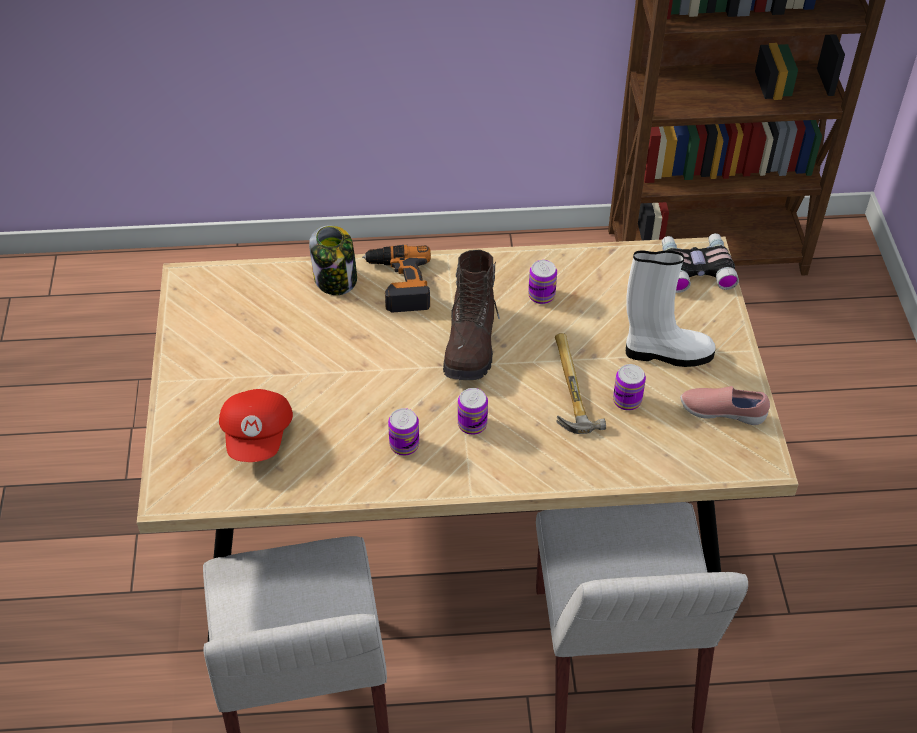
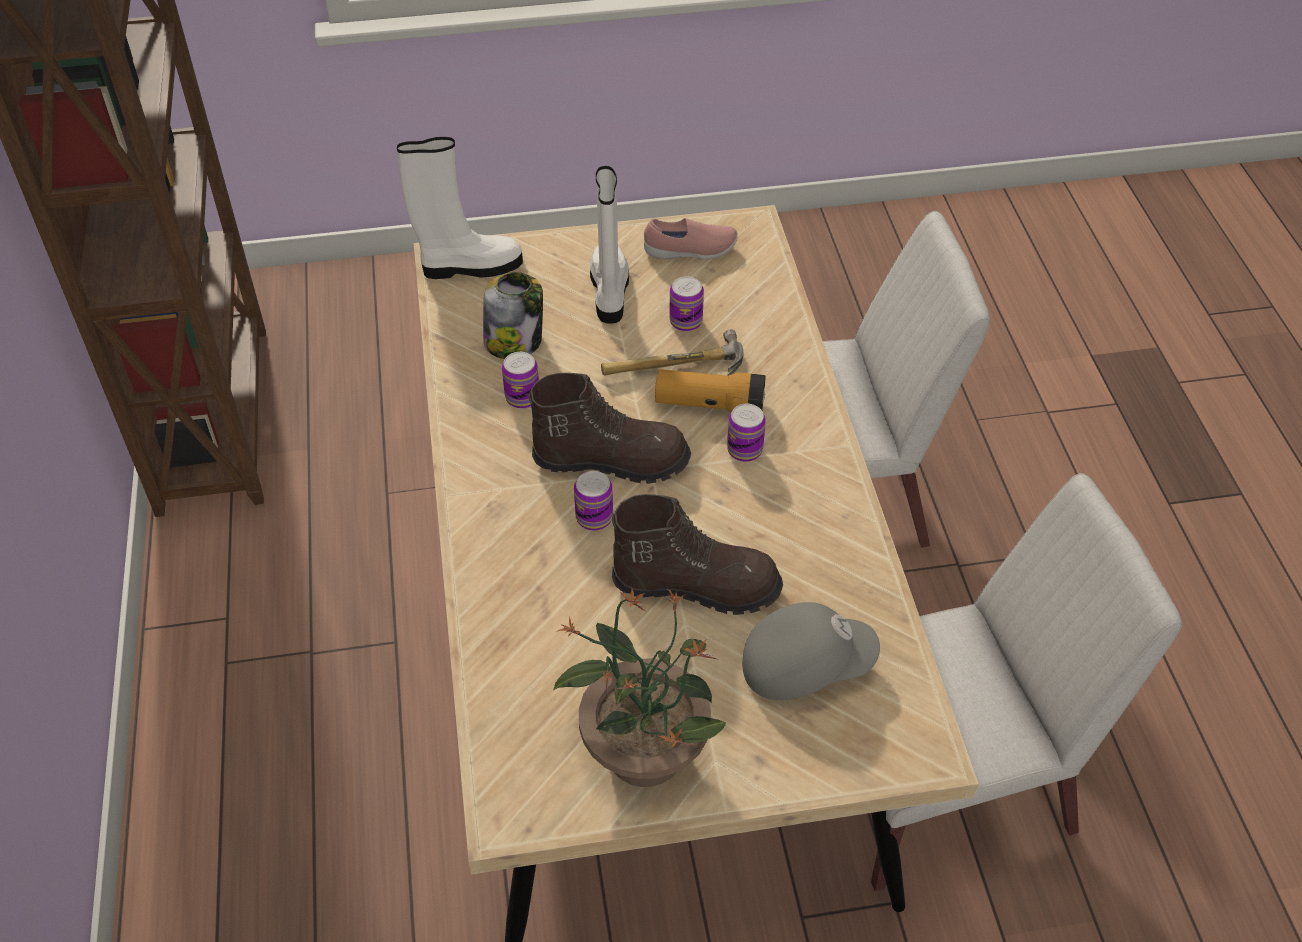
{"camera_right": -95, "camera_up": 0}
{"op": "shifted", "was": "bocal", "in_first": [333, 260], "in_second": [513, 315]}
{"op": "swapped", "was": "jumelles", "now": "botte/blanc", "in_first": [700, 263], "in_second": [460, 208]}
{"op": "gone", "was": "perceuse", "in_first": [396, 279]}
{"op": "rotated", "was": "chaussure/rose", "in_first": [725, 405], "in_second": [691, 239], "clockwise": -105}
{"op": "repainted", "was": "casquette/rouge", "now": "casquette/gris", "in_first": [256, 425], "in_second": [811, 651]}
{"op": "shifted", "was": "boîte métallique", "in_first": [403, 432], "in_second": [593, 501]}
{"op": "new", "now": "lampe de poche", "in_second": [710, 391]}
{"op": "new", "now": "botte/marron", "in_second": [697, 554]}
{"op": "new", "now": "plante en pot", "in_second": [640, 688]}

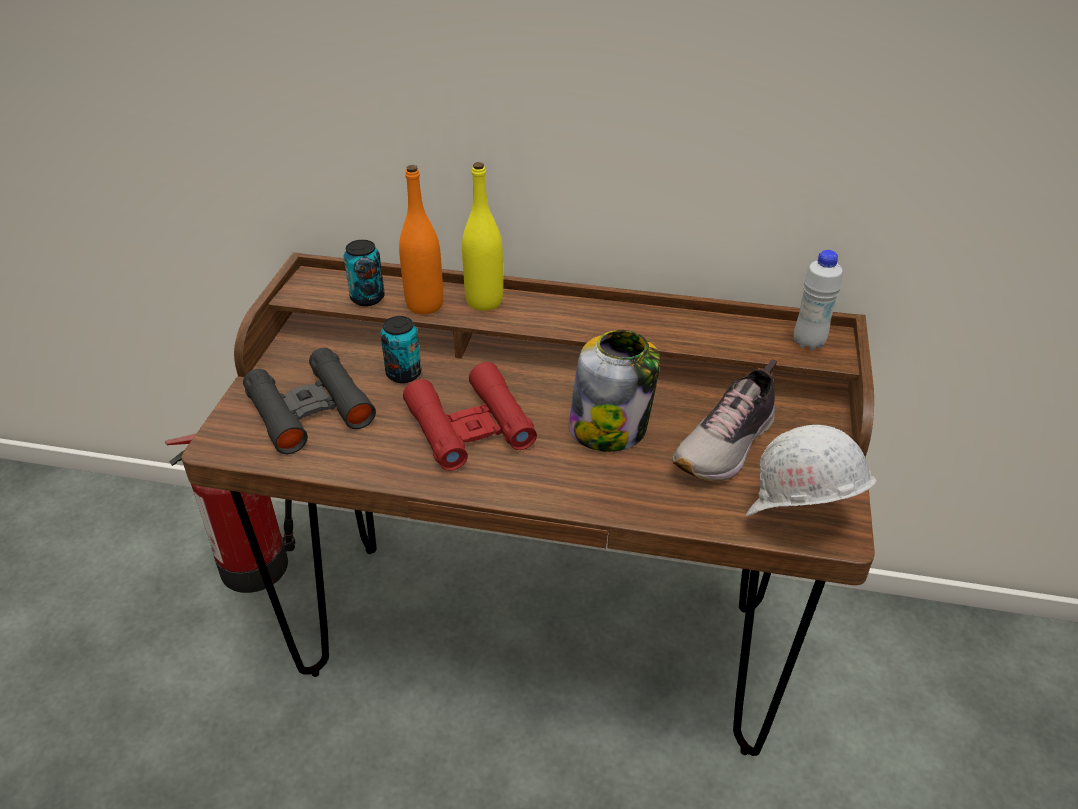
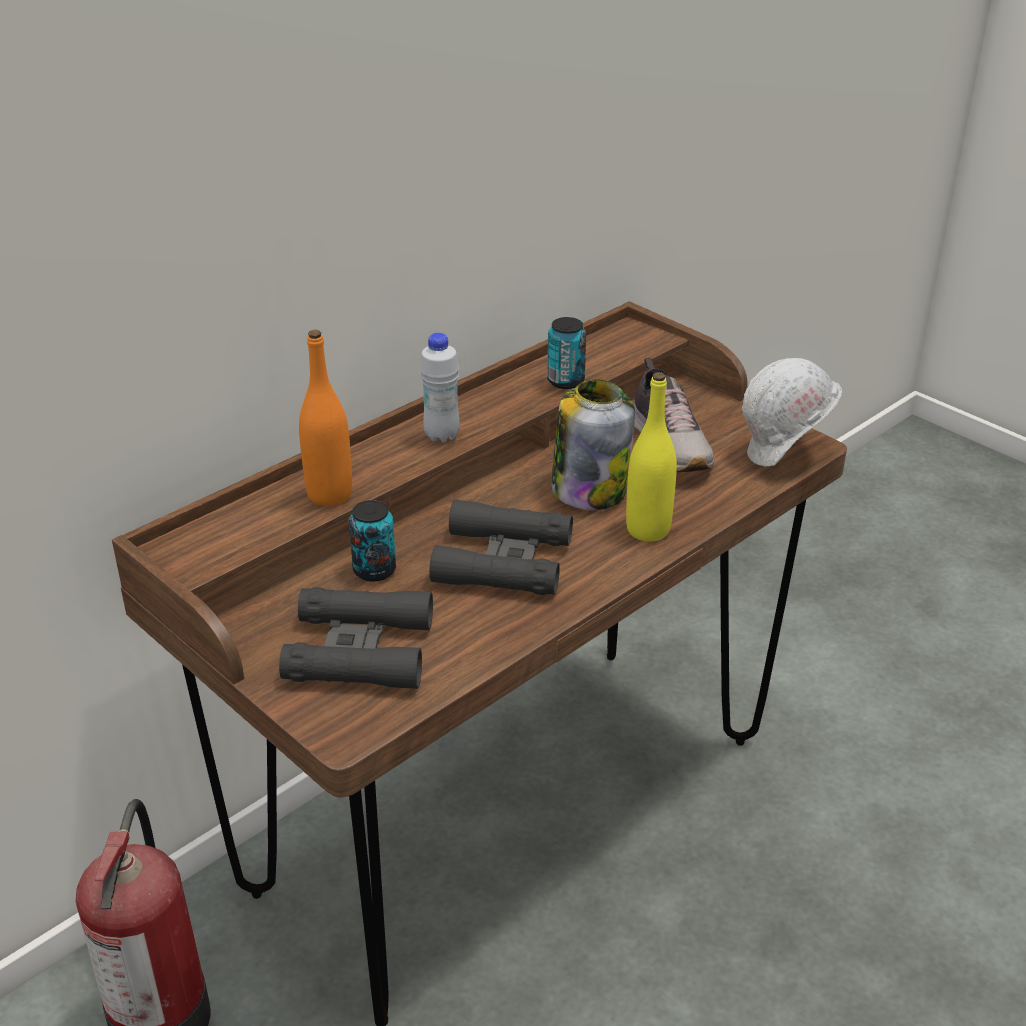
{"camera_right": -55, "camera_up": -5}
{"op": "shifted", "was": "bouteille/jaune", "in_first": [482, 236], "in_second": [651, 457]}
{"op": "shifted", "was": "boîte métallique", "in_first": [364, 273], "in_second": [566, 353]}
{"op": "shifted", "was": "bouteille/blanc", "in_first": [818, 300], "in_second": [440, 387]}
{"op": "repainted", "was": "jumelles/rouge", "now": "jumelles/noir", "in_first": [470, 416], "in_second": [501, 547]}

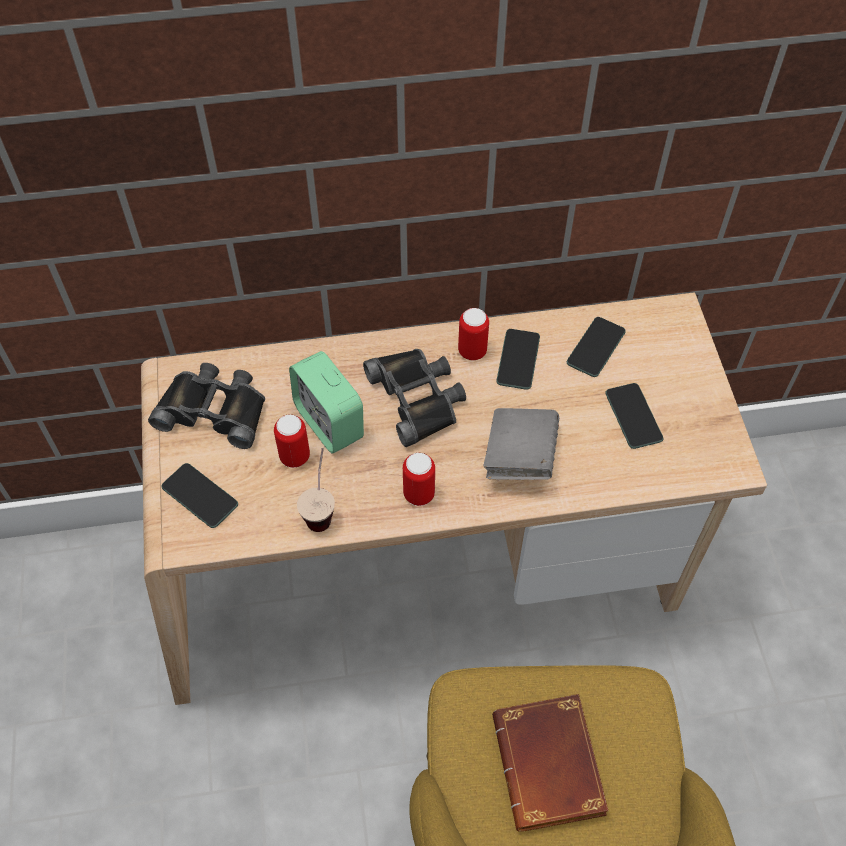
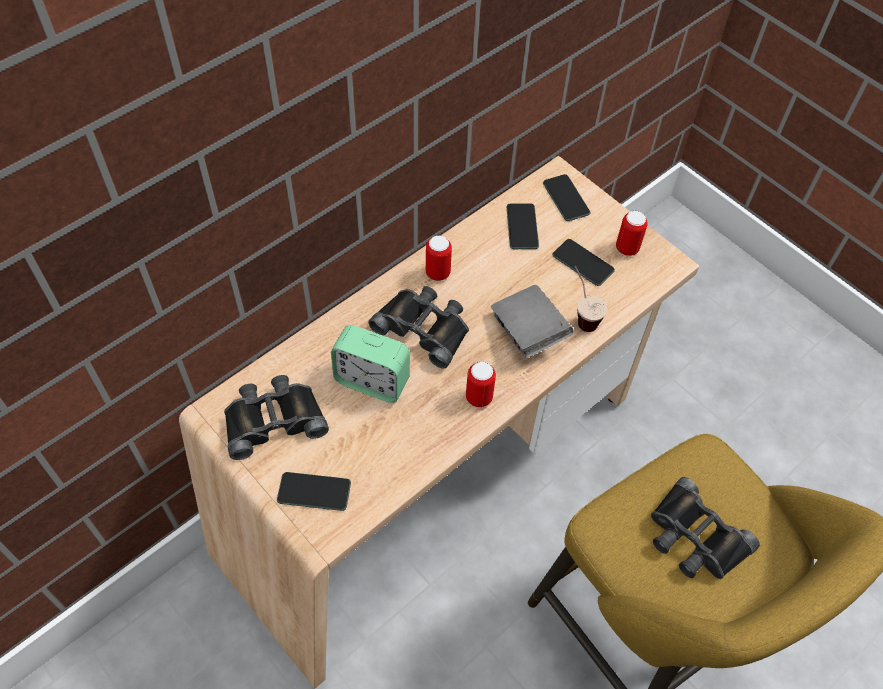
{"camera_right": -35, "camera_up": 0}
{"op": "shifted", "was": "téléphone", "in_first": [518, 359], "in_second": [566, 197]}
{"op": "shifted", "was": "boîte métallique", "in_first": [292, 441], "in_second": [632, 233]}
{"op": "shifted", "was": "tasse", "in_first": [316, 490], "in_second": [591, 299]}
{"op": "swapped", "was": "livre/marron", "now": "jumelles/noir", "in_first": [550, 763], "in_second": [705, 528]}

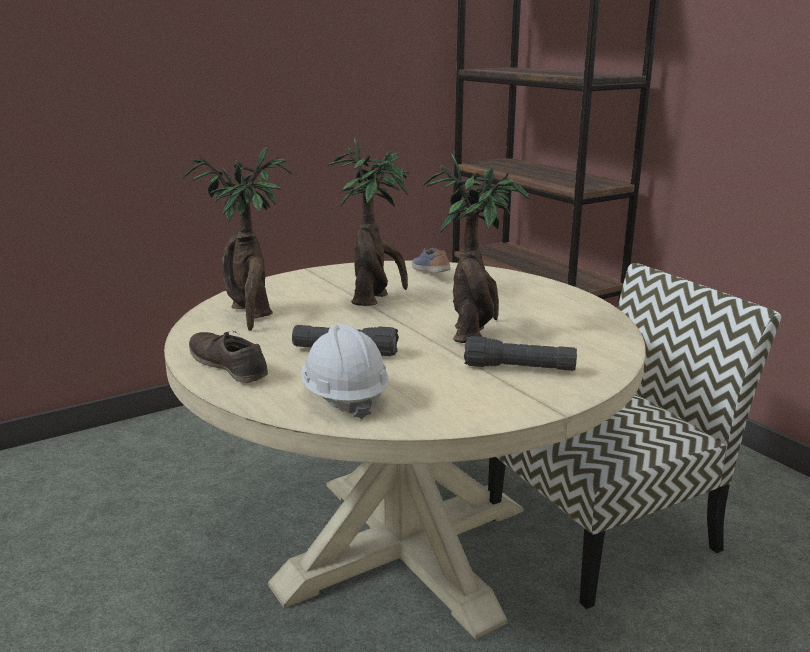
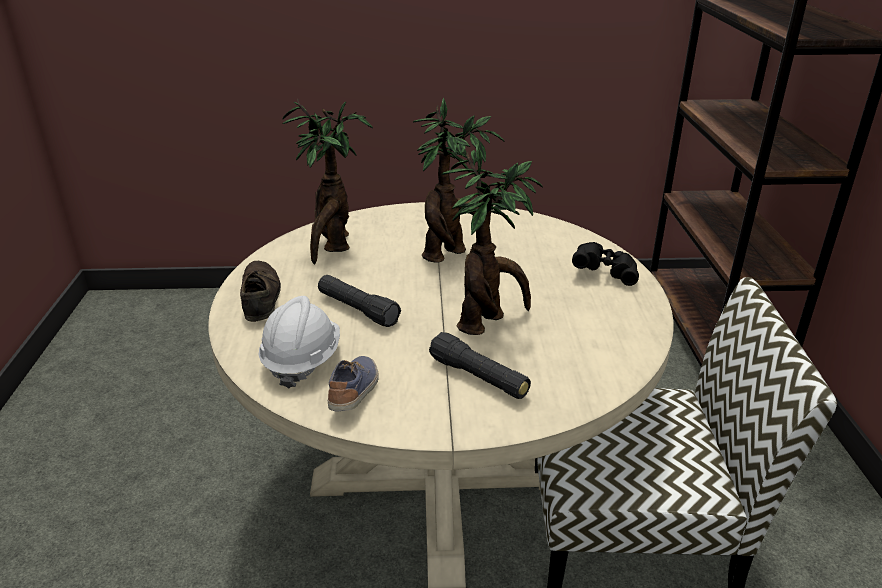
{"camera_right": 30, "camera_up": 10}
{"op": "shifted", "was": "chaussure", "in_first": [431, 260], "in_second": [353, 384]}
{"op": "new", "now": "jumelles/noir", "in_second": [605, 264]}

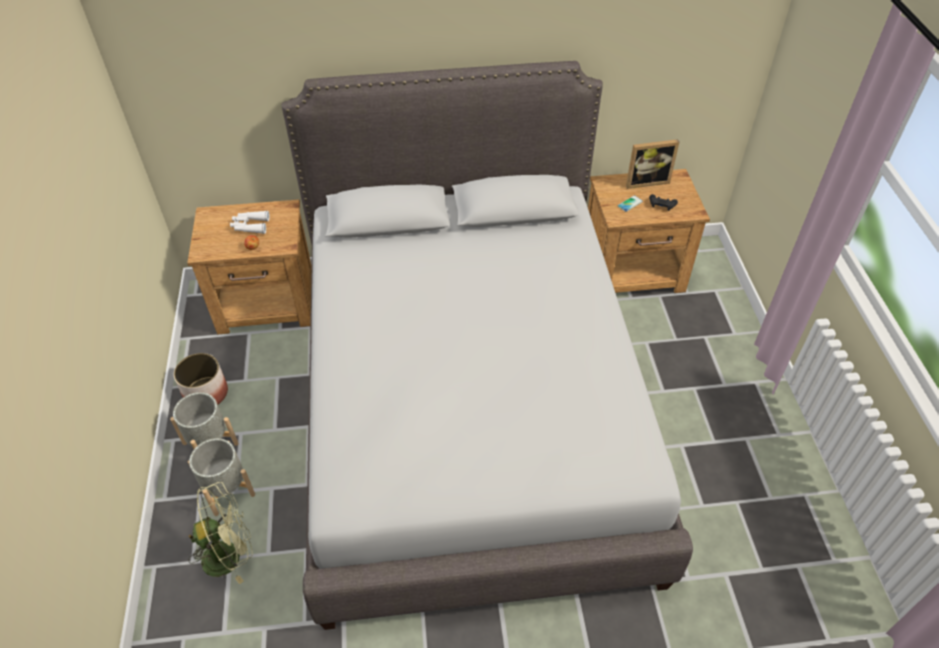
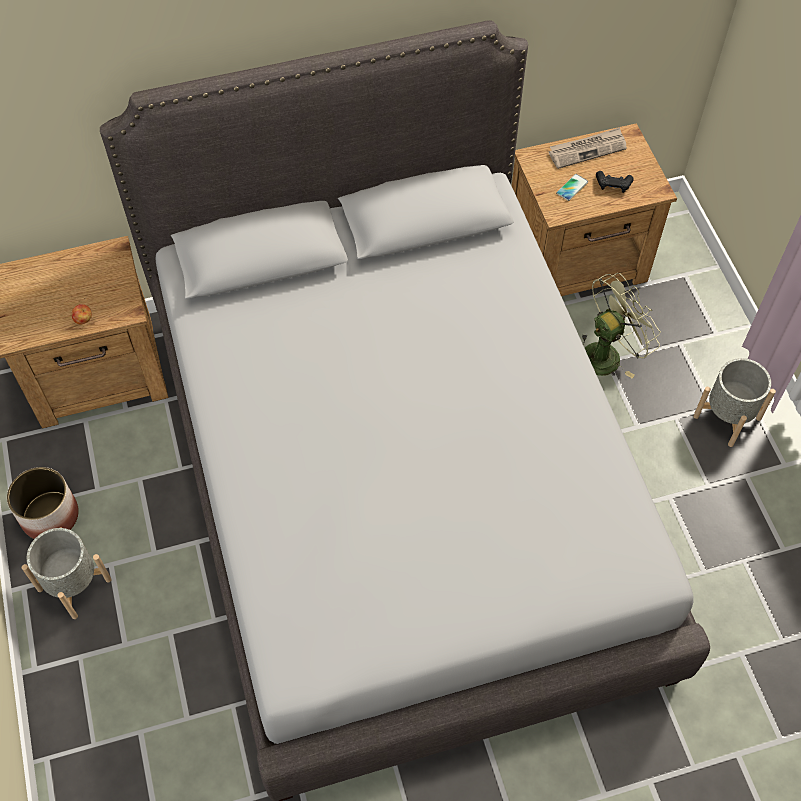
{"camera_right": -10, "camera_up": 10}
{"op": "swapped", "was": "cadre photo", "now": "journal", "in_first": [652, 164], "in_second": [588, 148]}
{"op": "gone", "was": "jumelles/blanc", "in_first": [250, 222]}
{"op": "shifted", "was": "cache-pot/gris", "in_first": [221, 477], "in_second": [734, 402]}
{"op": "shifted", "was": "ventilateur/vert", "in_first": [221, 533], "in_second": [621, 326]}

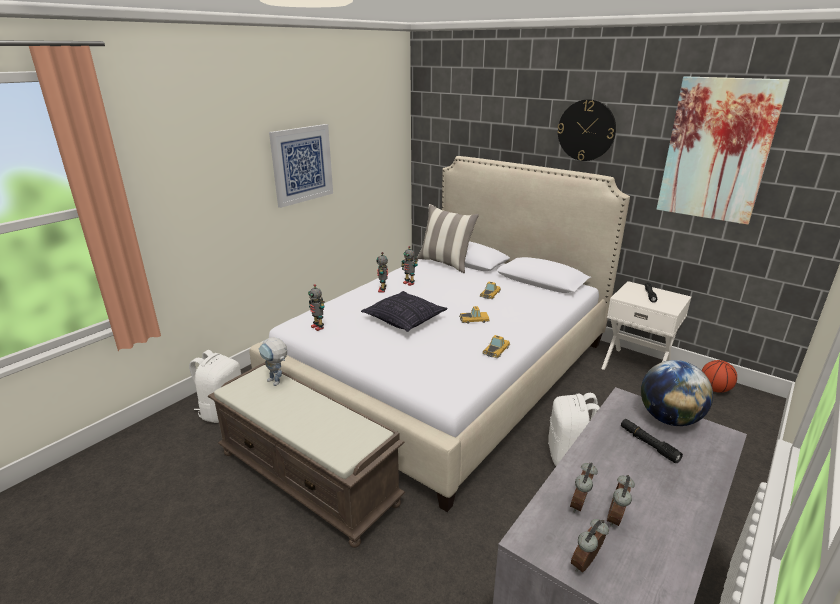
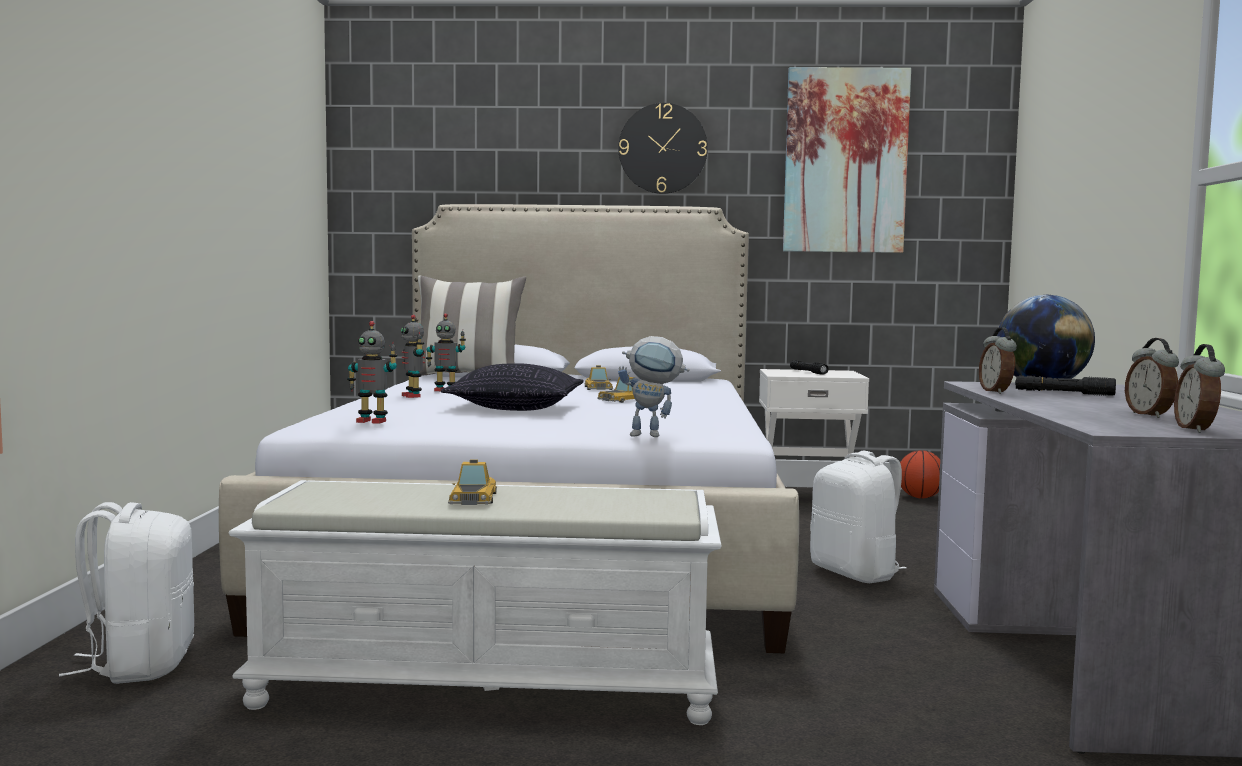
{"camera_right": -35, "camera_up": -20}
{"op": "gone", "was": "tableau", "in_first": [301, 166]}
{"op": "shifted", "was": "petite voiture", "in_first": [496, 346], "in_second": [472, 482]}
{"op": "shifted", "was": "robot jouet", "in_first": [273, 361], "in_second": [654, 386]}
{"op": "repainted", "was": "banc/marron", "now": "banc/blanc", "in_first": [306, 455], "in_second": [475, 602]}
{"op": "shifted", "was": "réveil", "in_first": [584, 487], "in_second": [998, 360]}

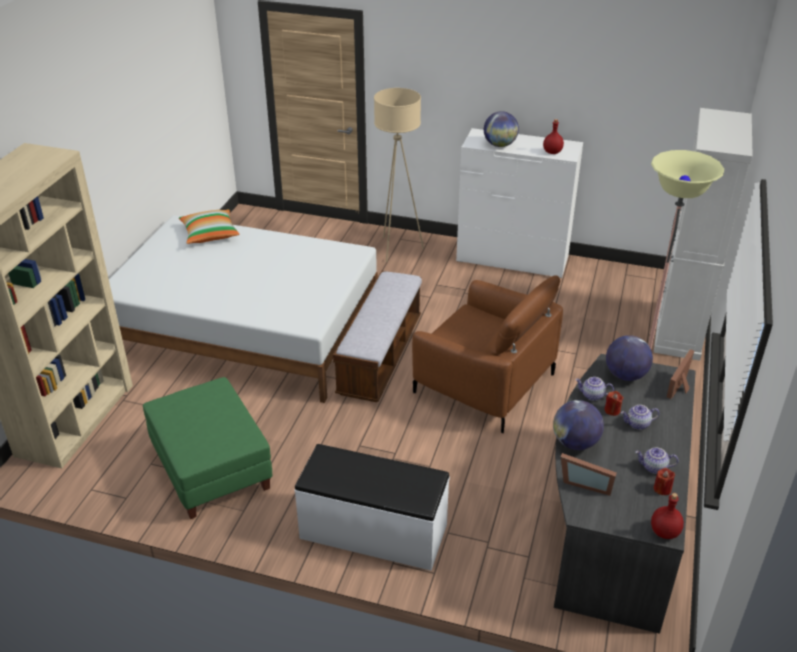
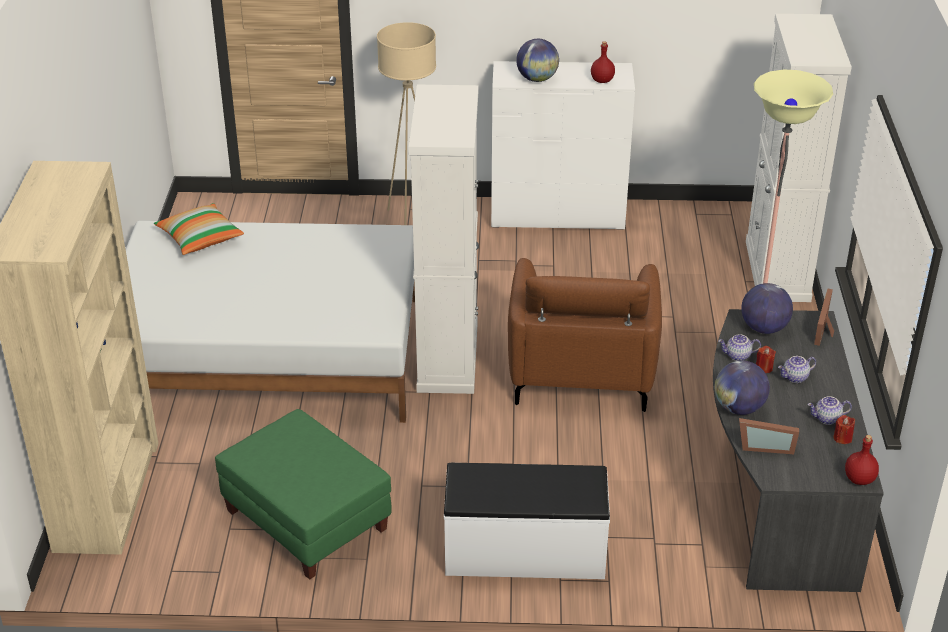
{"camera_right": -15, "camera_up": 0}
{"op": "swapped", "was": "banc", "now": "meuble de rangement/blanc", "in_first": [377, 336], "in_second": [444, 239]}
{"op": "rotated", "was": "fauteuil/marron", "in_first": [487, 354], "in_second": [585, 335], "clockwise": 75}

